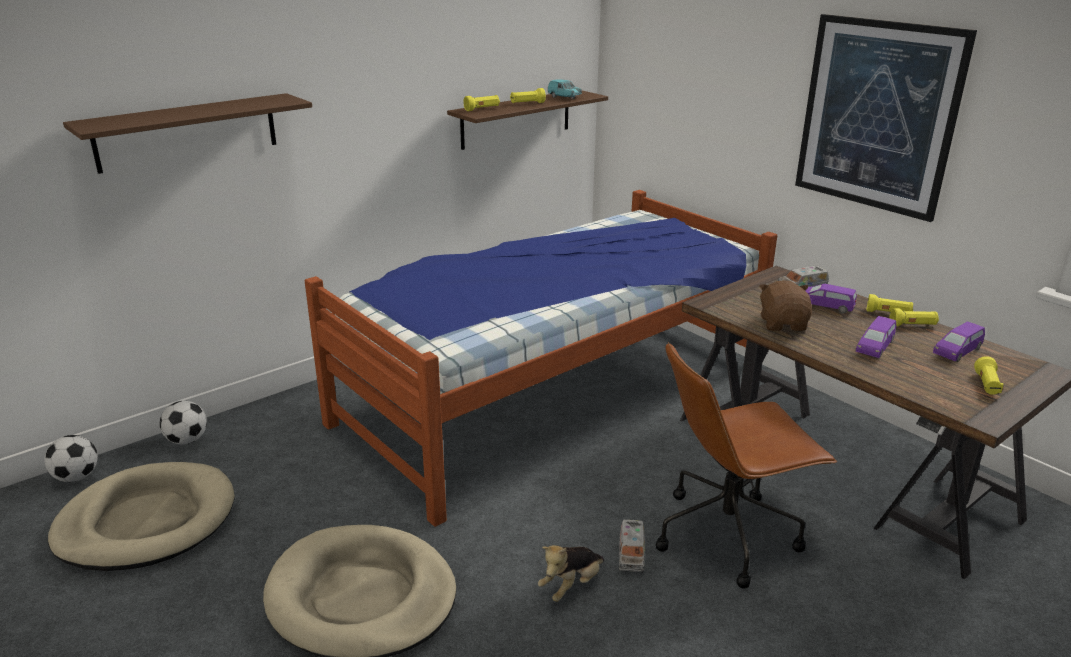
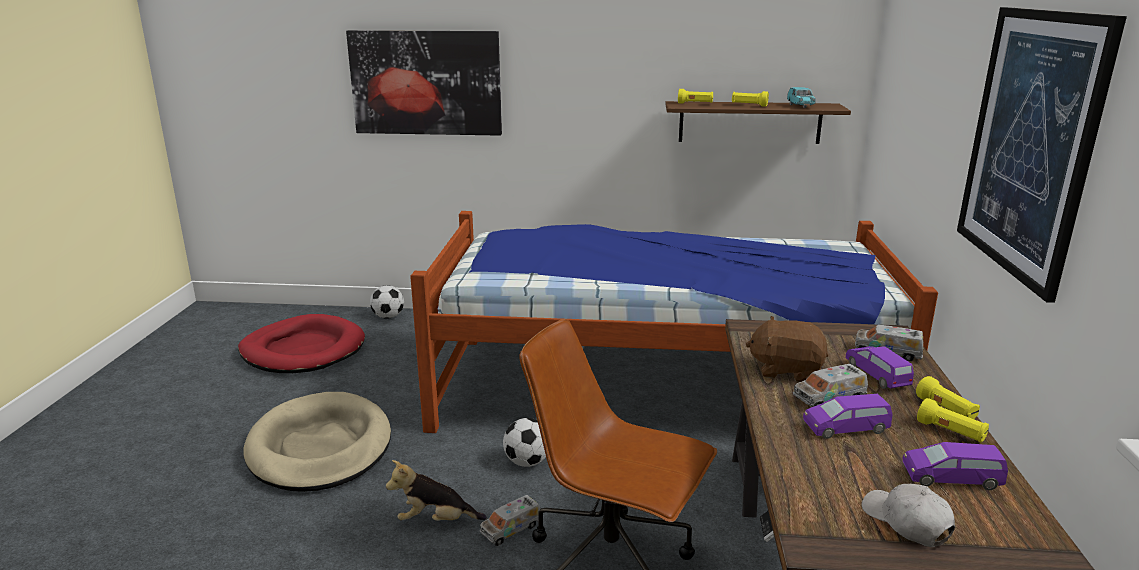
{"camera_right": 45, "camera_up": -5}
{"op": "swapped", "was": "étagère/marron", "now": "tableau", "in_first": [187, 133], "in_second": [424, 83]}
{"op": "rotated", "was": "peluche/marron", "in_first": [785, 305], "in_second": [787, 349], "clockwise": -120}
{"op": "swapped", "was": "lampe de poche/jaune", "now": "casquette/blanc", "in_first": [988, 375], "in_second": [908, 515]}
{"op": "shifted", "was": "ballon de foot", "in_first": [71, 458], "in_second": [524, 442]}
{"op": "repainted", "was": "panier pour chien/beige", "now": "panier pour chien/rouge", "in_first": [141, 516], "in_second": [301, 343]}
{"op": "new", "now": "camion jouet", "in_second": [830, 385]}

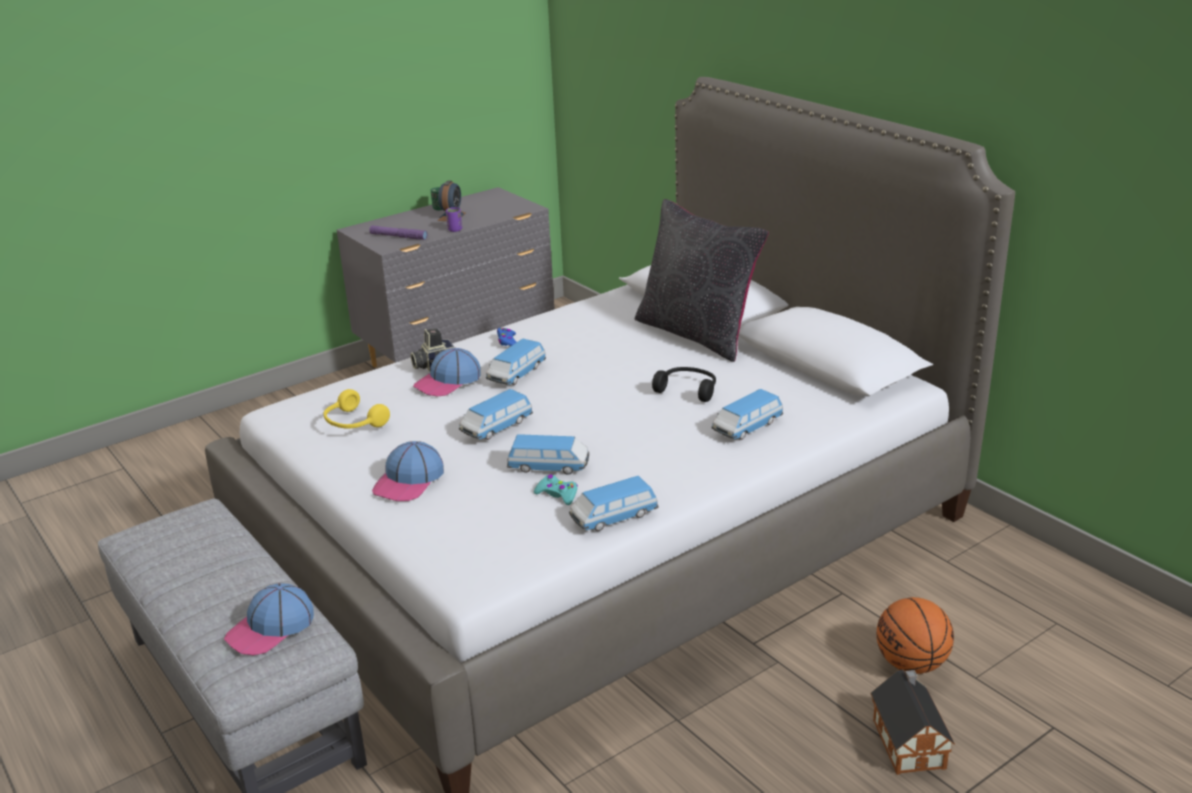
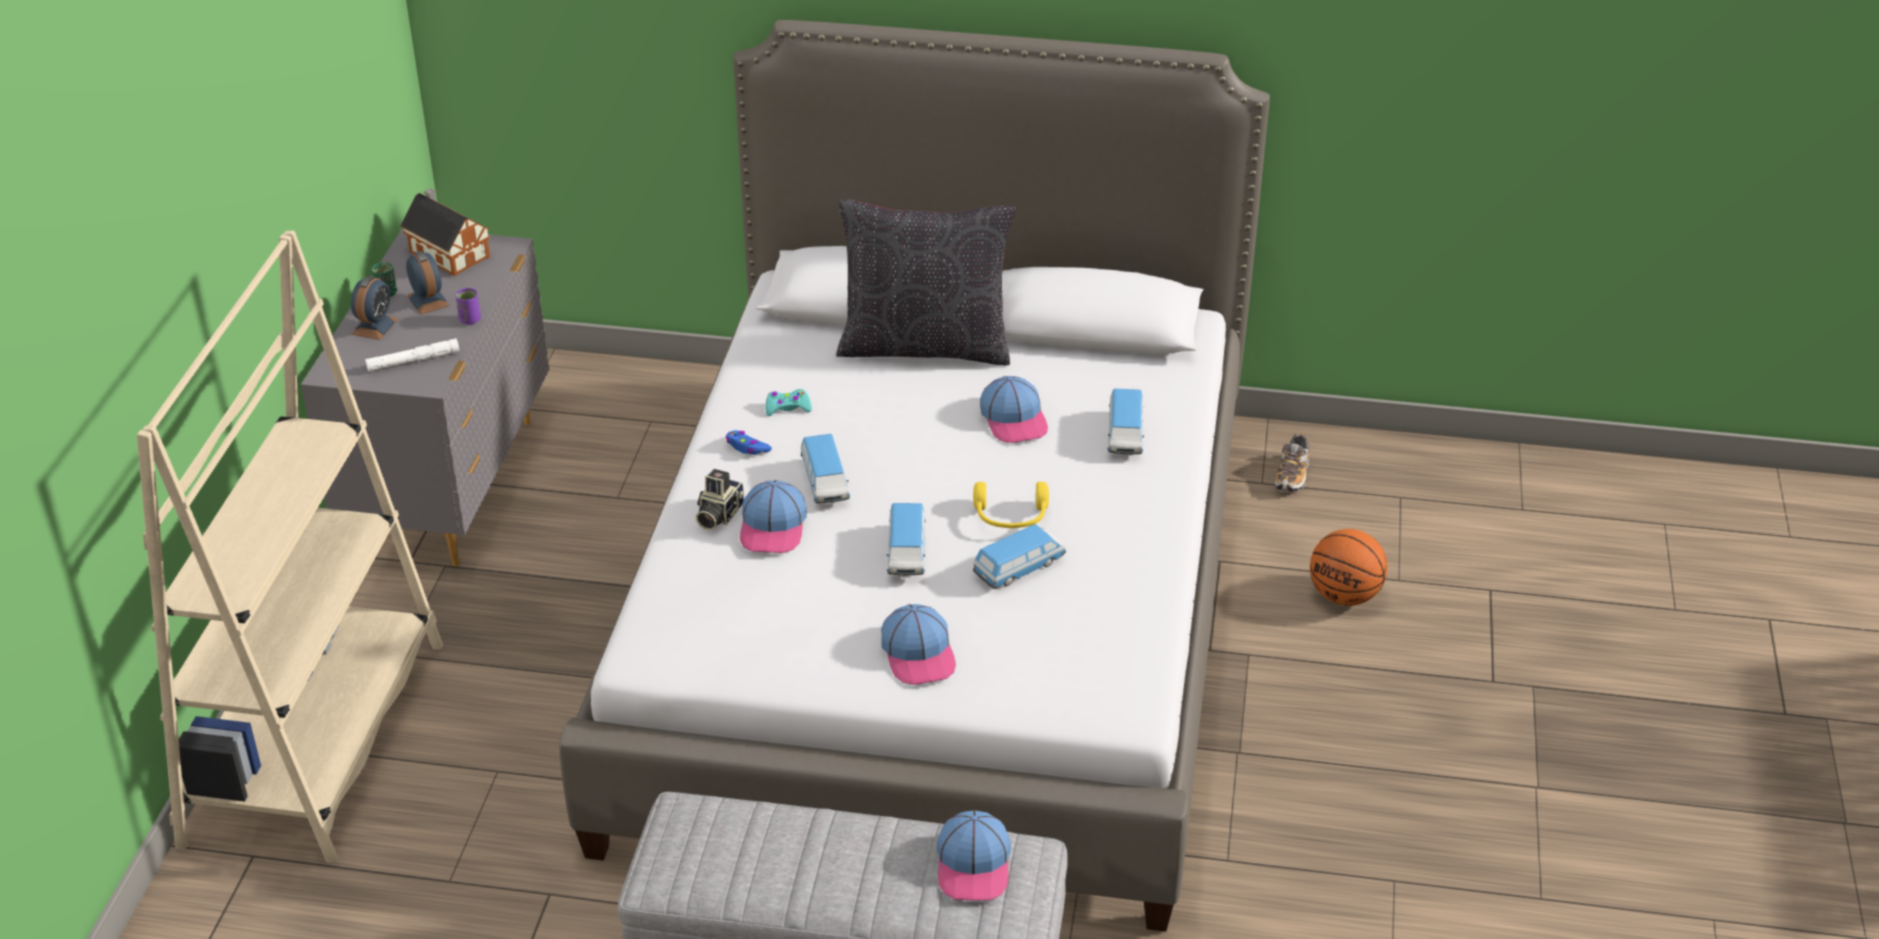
{"camera_right": -45, "camera_up": 10}
{"op": "repainted", "was": "lampe de poche/violet", "now": "lampe de poche/blanc", "in_first": [398, 232], "in_second": [412, 355]}
{"op": "swapped", "was": "casque audio/noir", "now": "casquette", "in_first": [684, 384], "in_second": [1014, 409]}
{"op": "shifted", "was": "casque audio/jaune", "in_first": [356, 408], "in_second": [1011, 505]}
{"op": "shifted", "was": "manette/turquoise", "in_first": [556, 489], "in_second": [789, 402]}
{"op": "gone", "was": "petite voiture", "in_first": [614, 503]}
{"op": "shifted", "was": "maison miniature", "in_first": [912, 722], "in_second": [445, 232]}
{"op": "new", "now": "bibliothèque/beige", "in_second": [290, 547]}
{"op": "new", "now": "réveil", "in_second": [375, 308]}
{"op": "new", "now": "chaussure", "in_second": [1292, 462]}

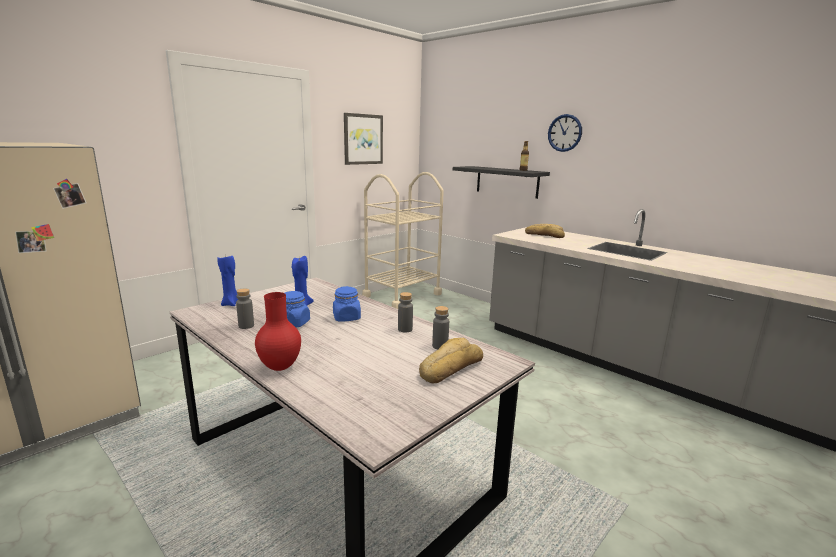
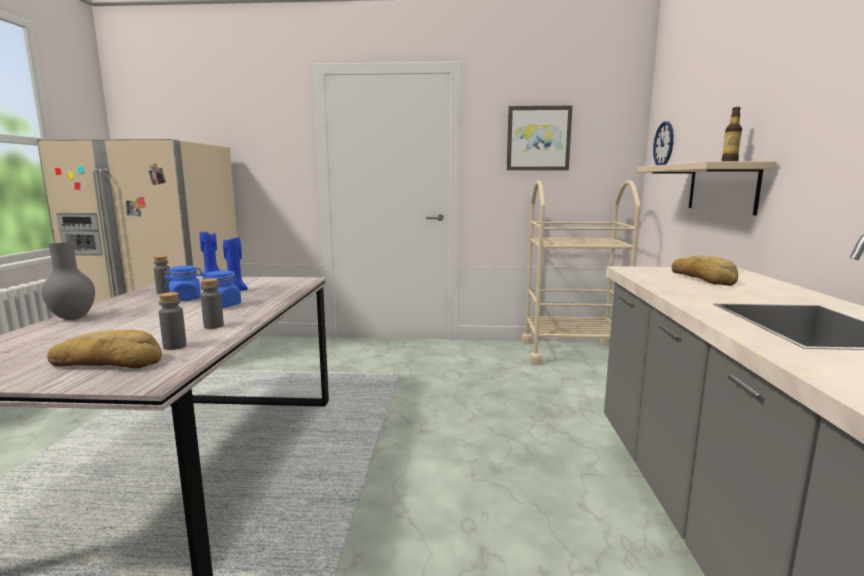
{"camera_right": 50, "camera_up": -5}
{"op": "shifted", "was": "horloge murale", "in_first": [565, 133], "in_second": [663, 143]}
{"op": "repainted", "was": "étagère/noir", "now": "étagère/beige", "in_first": [501, 182], "in_second": [707, 188]}
{"op": "repainted", "was": "vase/rouge", "now": "vase/gris", "in_first": [278, 331], "in_second": [68, 281]}

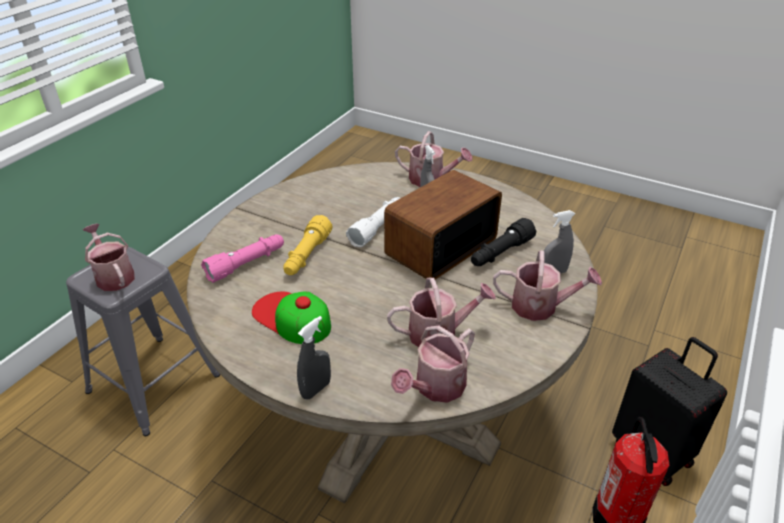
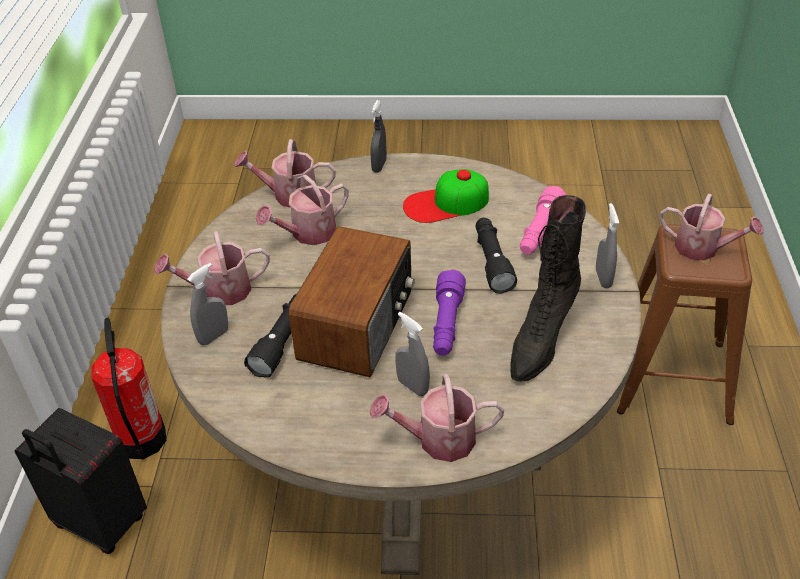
{"camera_right": 155, "camera_up": 5}
{"op": "repainted", "was": "lampe de poche/blanc", "now": "lampe de poche/violet", "in_first": [373, 222], "in_second": [449, 312]}
{"op": "repainted", "was": "lampe de poche/jaune", "now": "lampe de poche/noir", "in_first": [307, 245], "in_second": [496, 256]}
{"op": "repainted", "was": "tabouret/gris", "now": "tabouret/marron", "in_first": [143, 341], "in_second": [684, 324]}
{"op": "rotated", "was": "casquette", "in_first": [291, 317], "in_second": [446, 196], "clockwise": 150}
{"op": "rotated", "was": "arrosoir", "in_first": [433, 364], "in_second": [285, 173], "clockwise": -105}
{"op": "new", "now": "botte/noir", "in_second": [548, 288]}
{"op": "new", "now": "vaporisateur/gris", "in_second": [607, 245]}

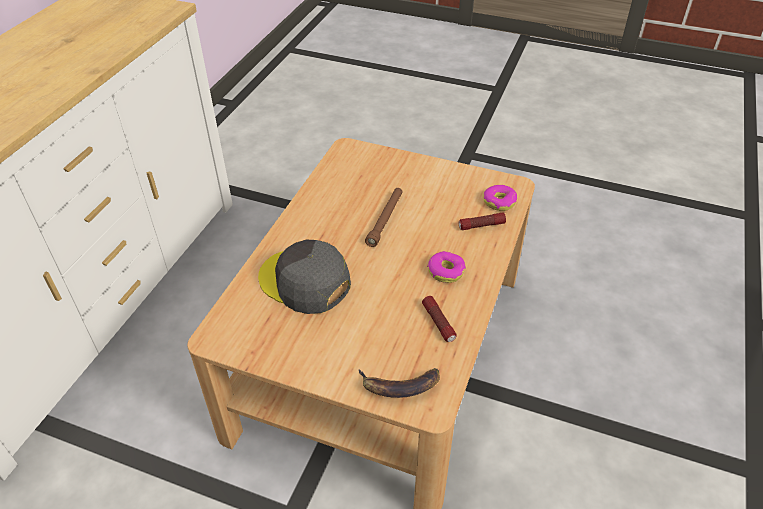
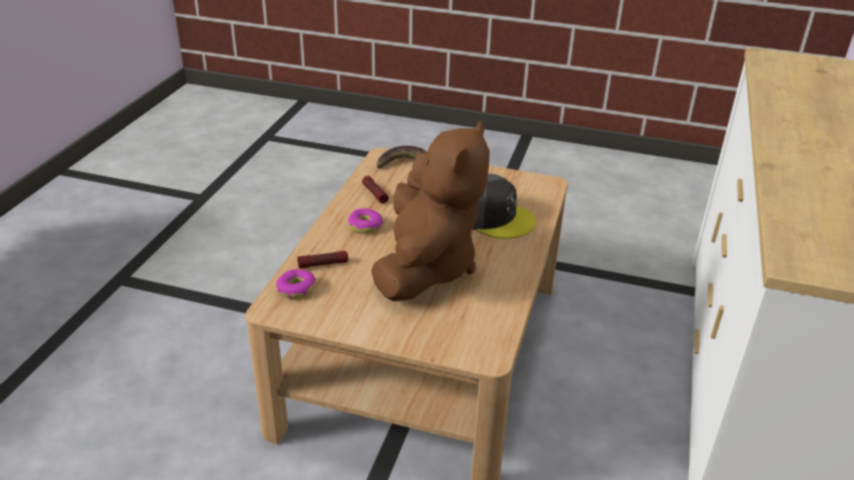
{"camera_right": 175, "camera_up": -10}
{"op": "swapped", "was": "lampe de poche/marron", "now": "peluche/marron", "in_first": [384, 217], "in_second": [430, 211]}

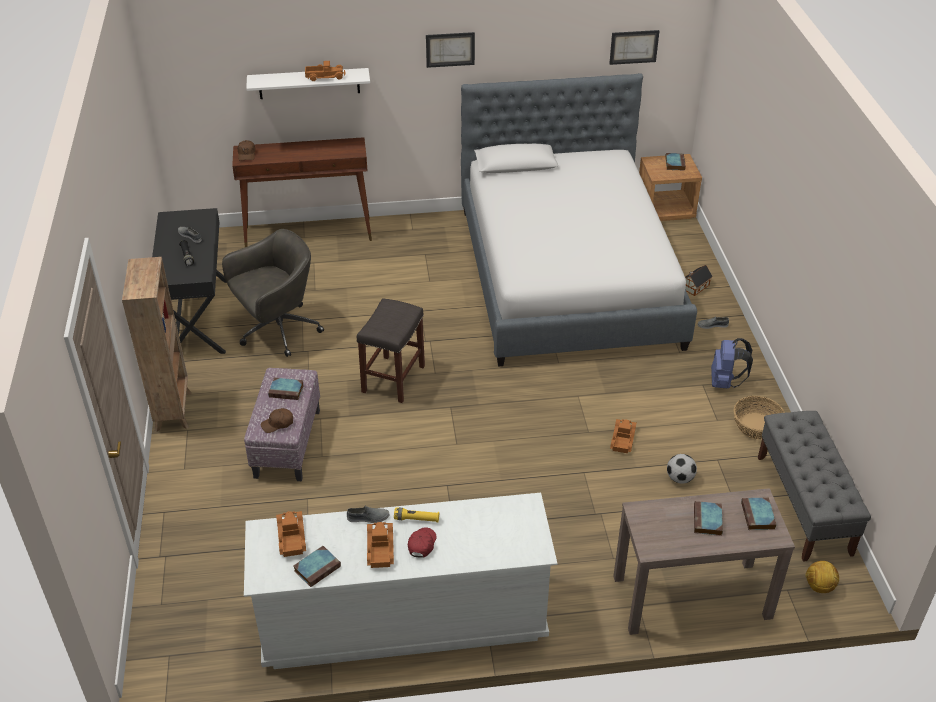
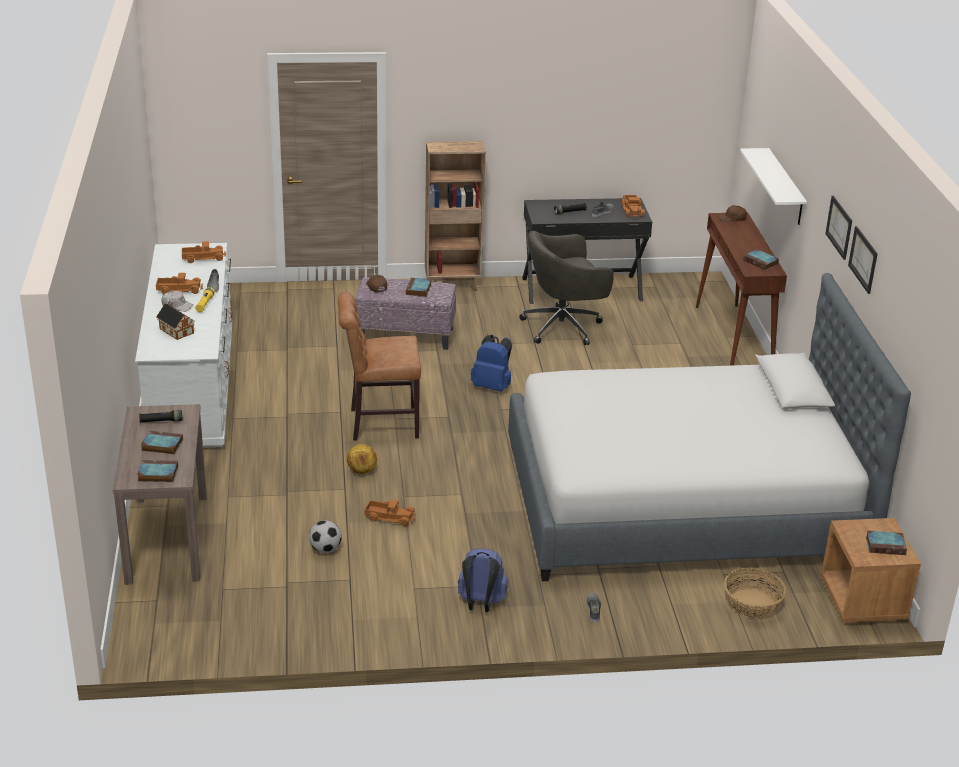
{"camera_right": 90, "camera_up": -10}
{"op": "shifted", "was": "tableau", "in_first": [634, 47], "in_second": [863, 260]}
{"op": "shifted", "was": "camion jouet", "in_first": [325, 71], "in_second": [633, 206]}
{"op": "rotated", "was": "chaise de bureau/gris", "in_first": [273, 293], "in_second": [566, 288], "clockwise": 105}
{"op": "shifted", "was": "maison miniature", "in_first": [699, 280], "in_second": [175, 320]}
{"op": "swapped", "was": "tabouret/gris", "now": "sac à dos/bleu", "in_first": [391, 350], "in_second": [491, 363]}
{"op": "shifted", "was": "panier", "in_first": [759, 418], "in_second": [755, 593]}
{"op": "gone", "was": "banc/gris", "in_first": [814, 486]}
{"op": "repainted", "was": "casquette/rouge", "now": "casquette/blanc", "in_first": [422, 542], "in_second": [177, 301]}
{"op": "shifted", "was": "livre", "in_first": [317, 566], "in_second": [761, 259]}
{"op": "shifted", "was": "ballon de foot", "in_first": [822, 577], "in_second": [362, 459]}
{"op": "new", "now": "chaise/marron", "in_second": [379, 366]}
{"op": "new", "now": "lampe de poche/noir", "in_second": [160, 416]}

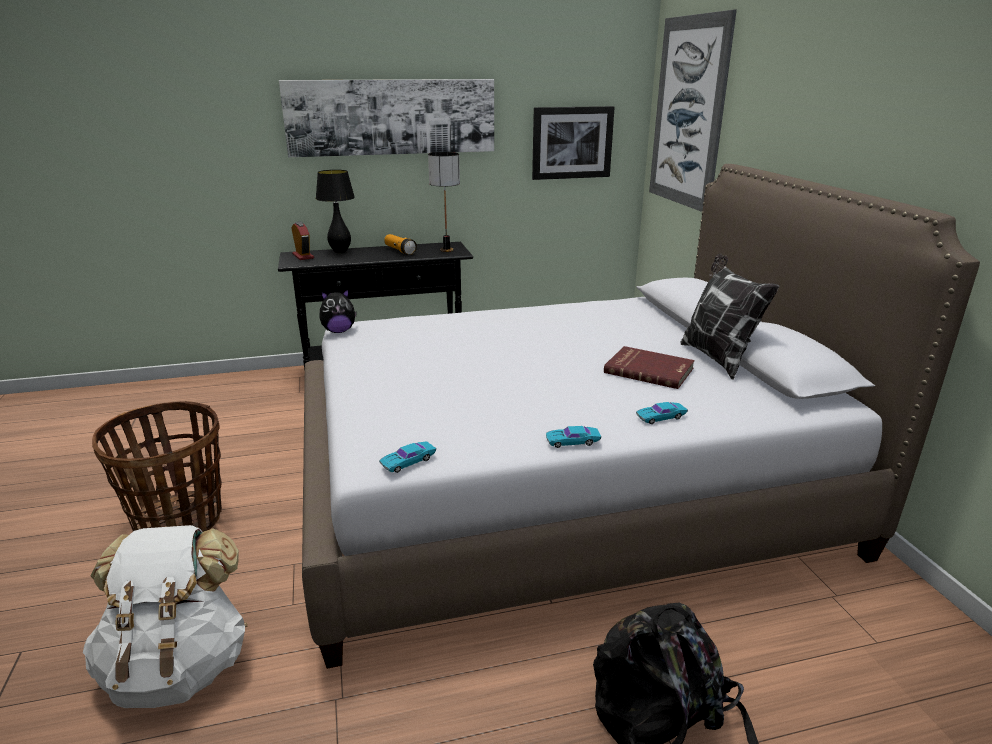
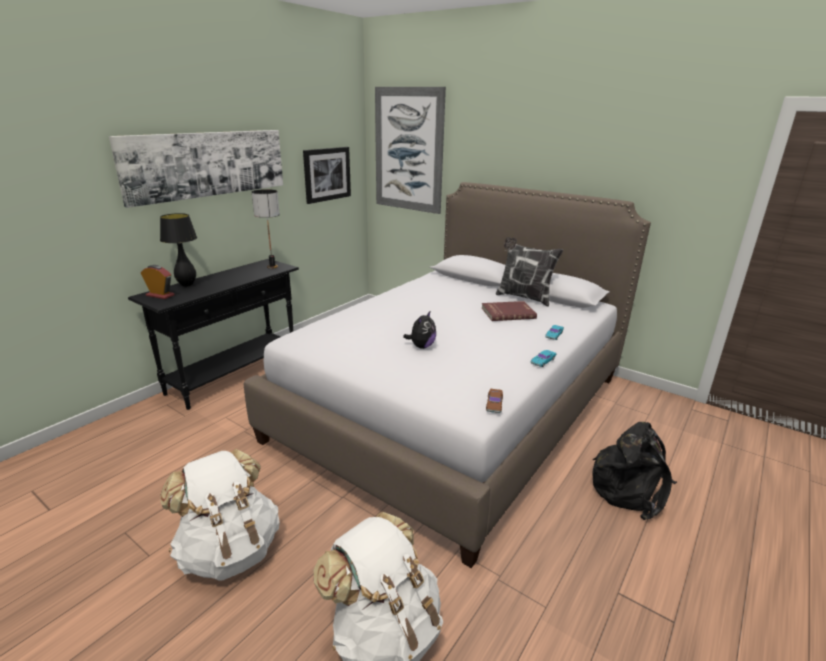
{"camera_right": -40, "camera_up": 0}
{"op": "gone", "was": "lampe de poche", "in_first": [400, 244]}
{"op": "shifted", "was": "peluche", "in_first": [338, 311], "in_second": [419, 329]}
{"op": "swapped", "was": "panier", "now": "sac à dos/blanc", "in_first": [157, 466], "in_second": [220, 515]}
{"op": "repainted", "was": "petite voiture/turquoise", "now": "petite voiture/marron", "in_first": [407, 457], "in_second": [494, 401]}

